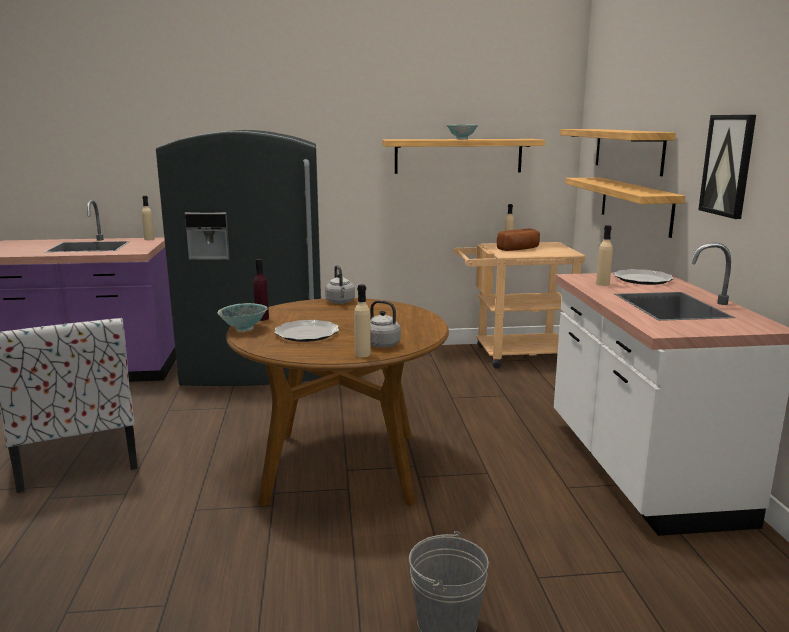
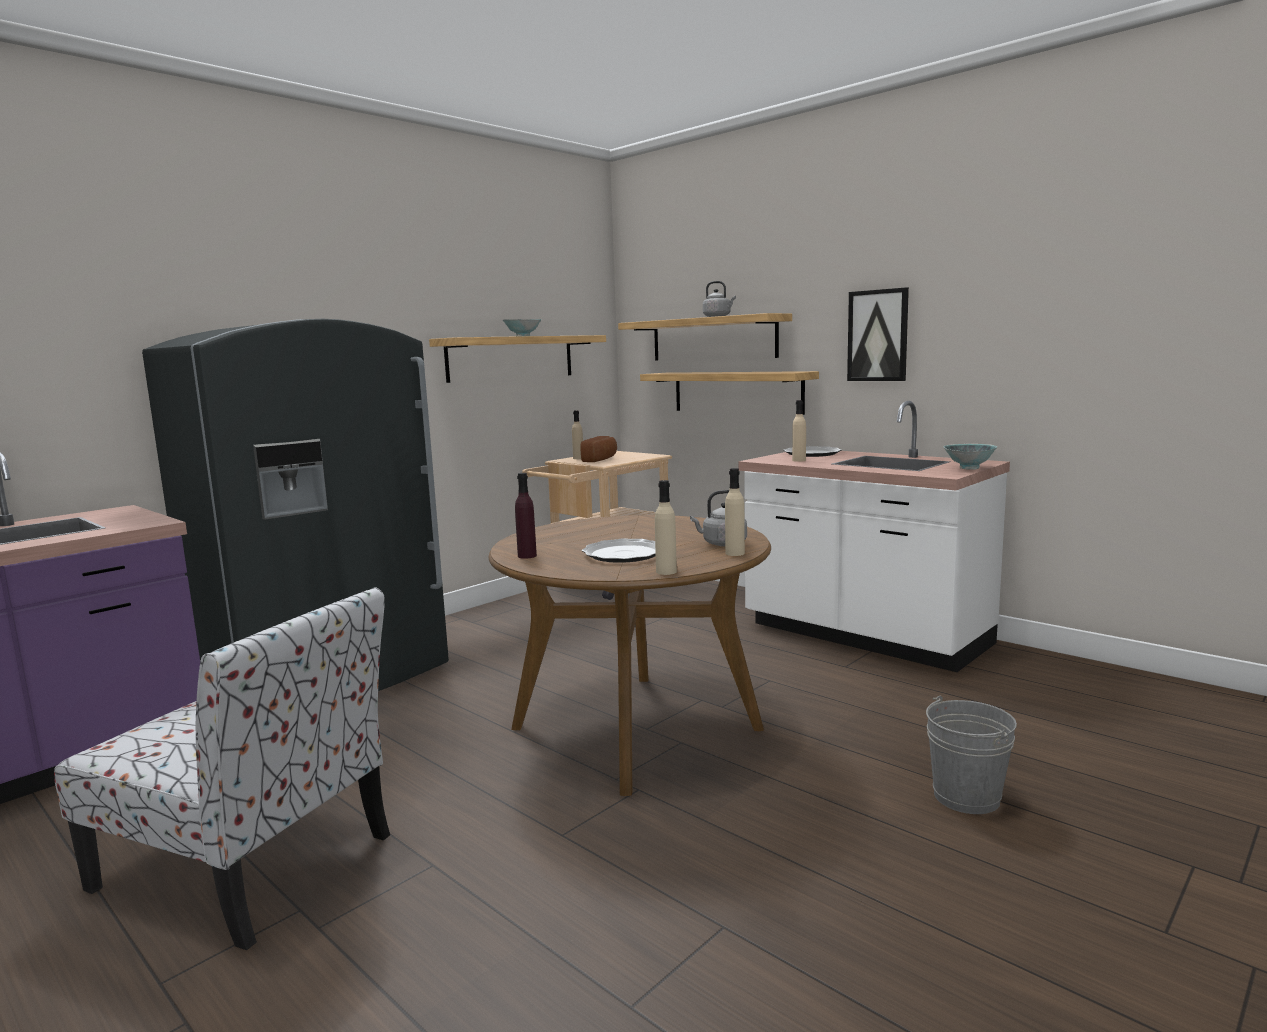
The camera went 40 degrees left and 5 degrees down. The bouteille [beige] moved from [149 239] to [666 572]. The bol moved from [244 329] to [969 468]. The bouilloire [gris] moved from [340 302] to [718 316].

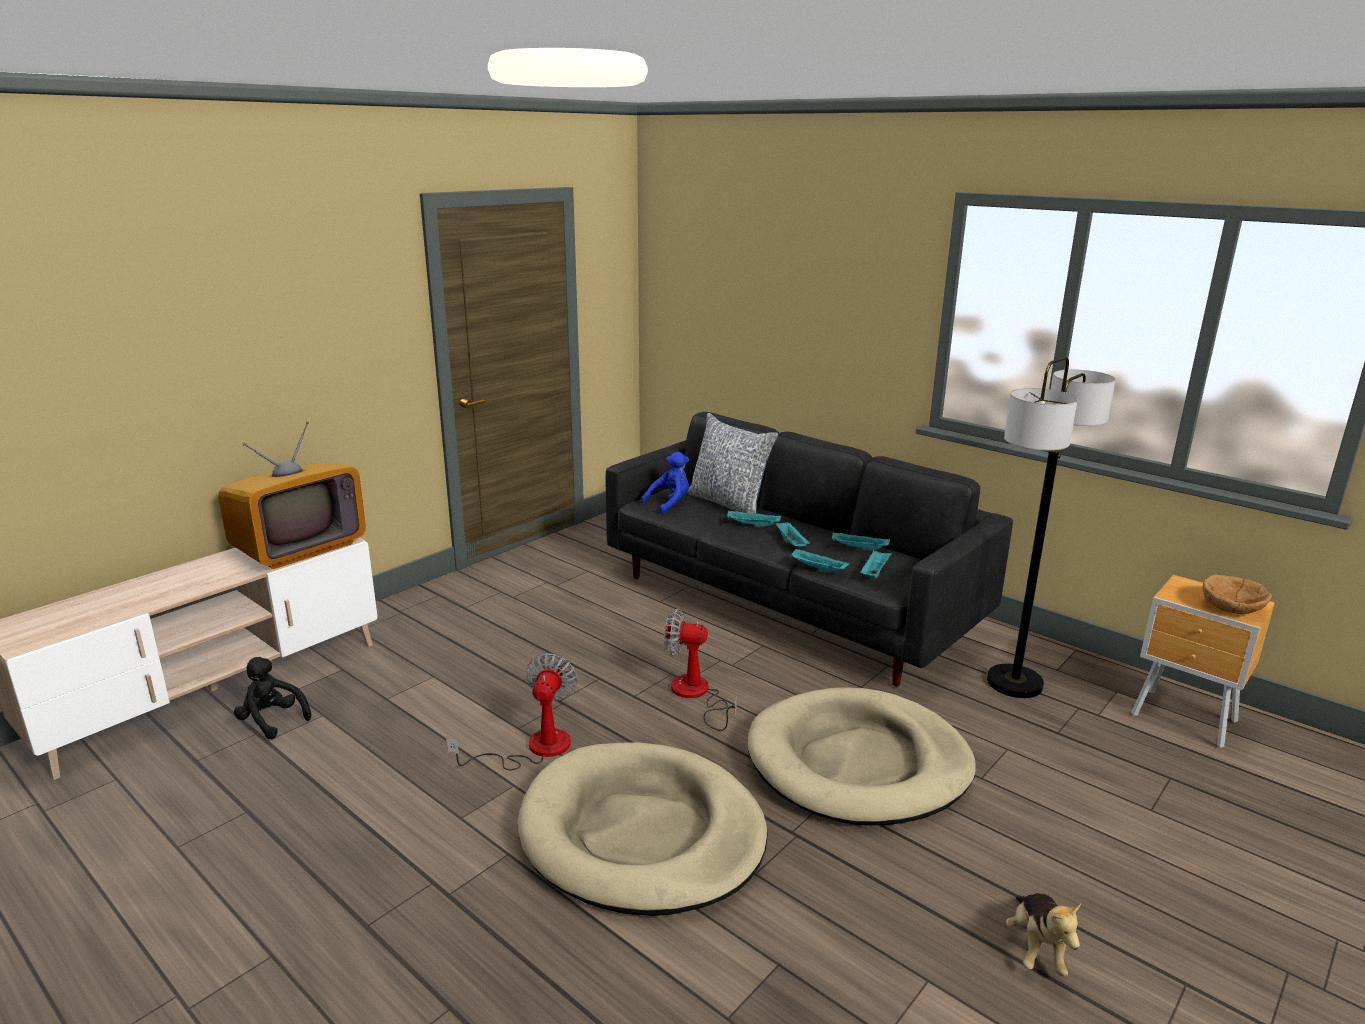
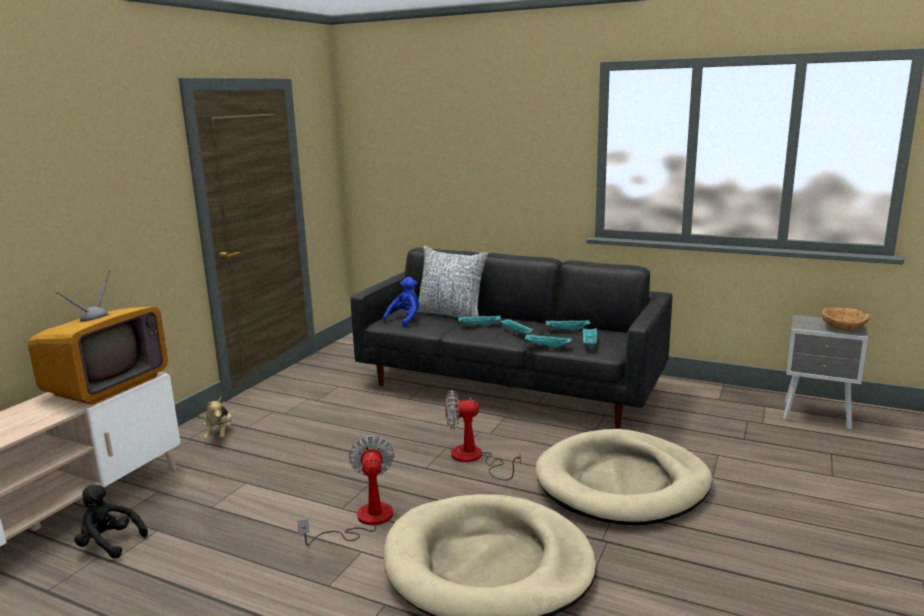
The camera went 15 degrees left and 5 degrees down. The lampadaire at [1015 683] disappeared. The peluche moved from [1036 948] to [220 434]. The table de chevet [marron] at [1185 720] became the table de chevet [gris] at [818 416].

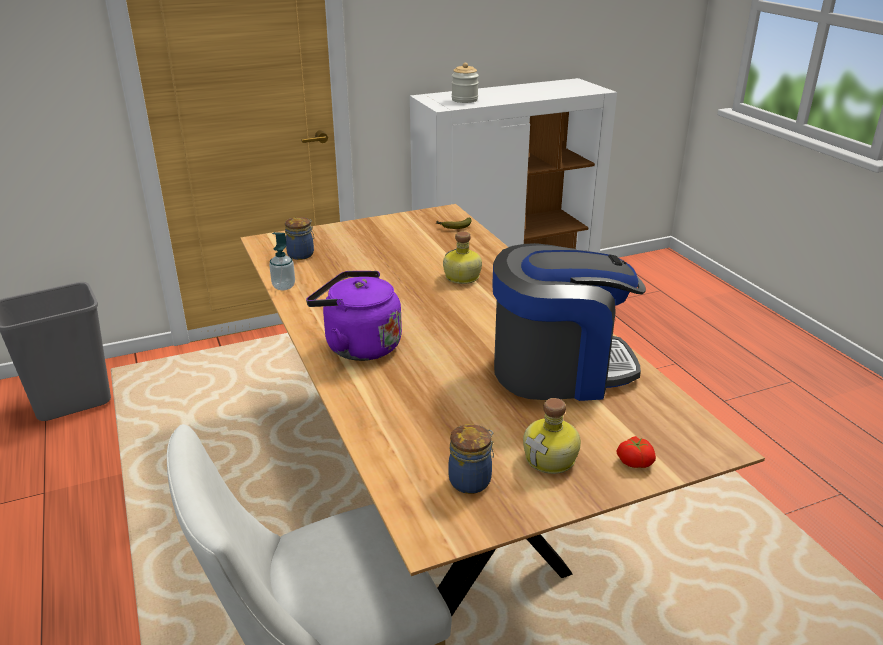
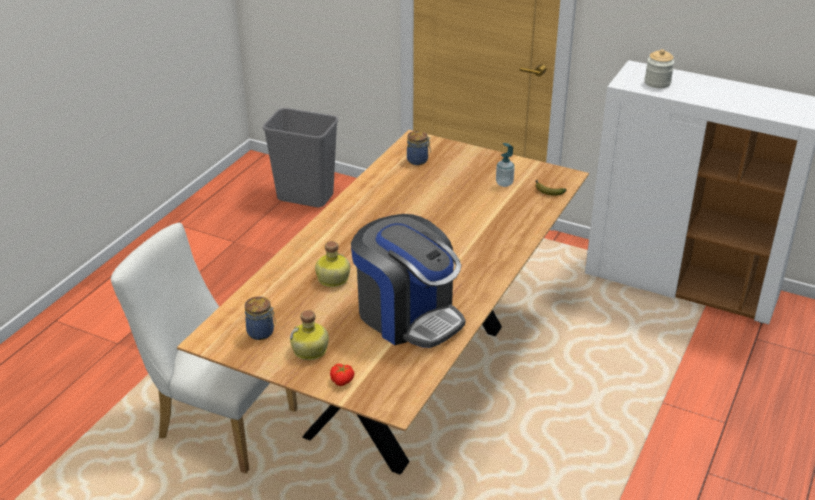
The camera went 50 degrees right and 5 degrees up. The distributeur de savon moved from [284 286] to [504 183]. The bouilloire [violet] at [358 346] disappeared. The bouteille moved from [462 277] to [332 279].

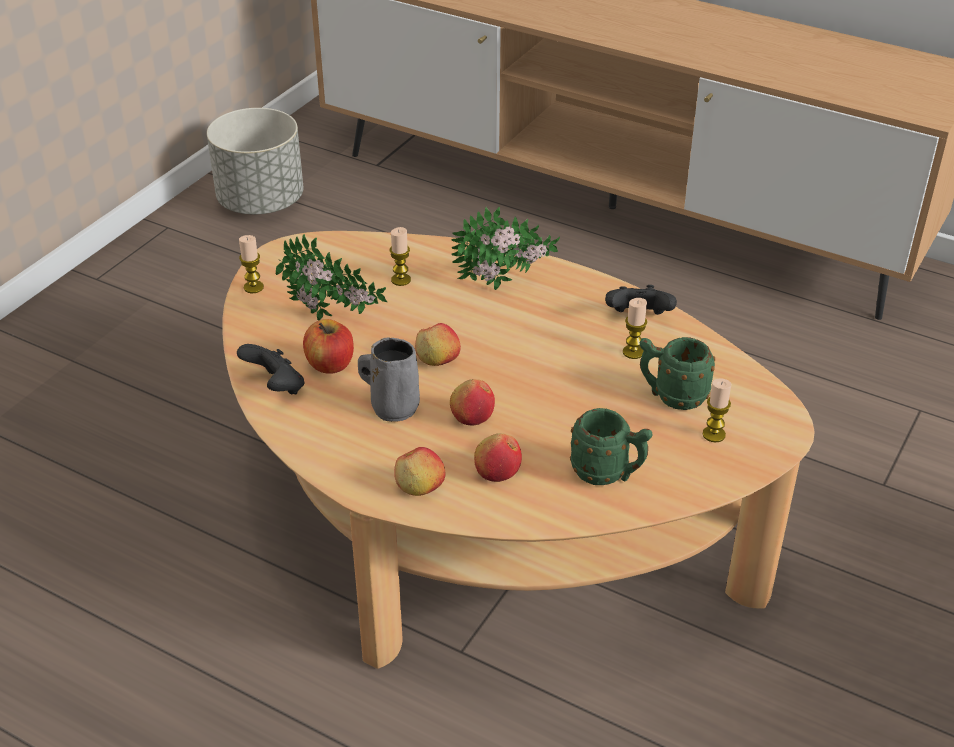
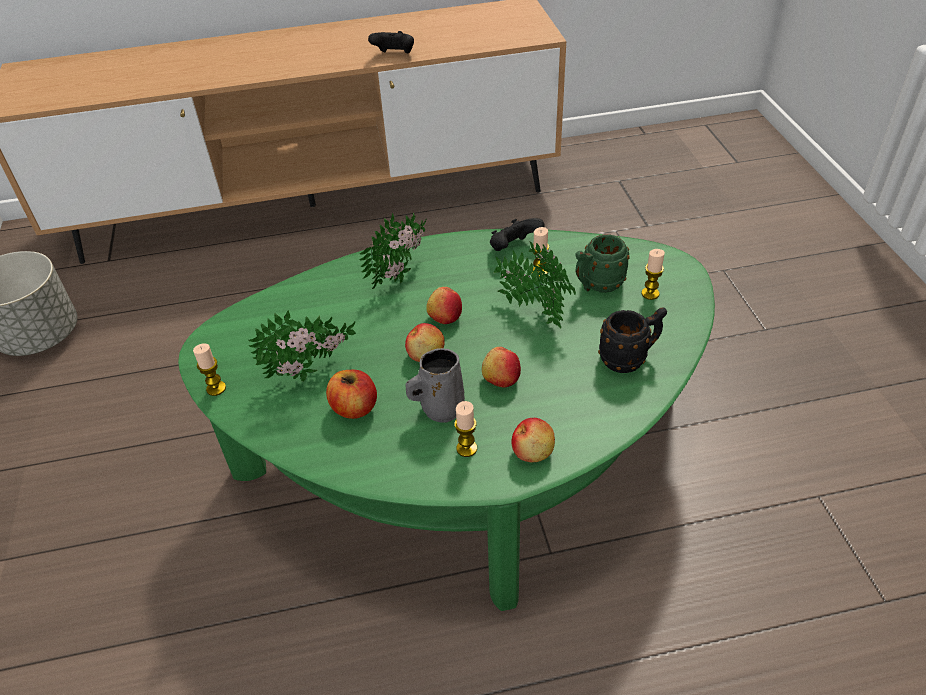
The camera went 40 degrees left and 5 degrees up. The table basse [beige] at [482 524] became the table basse [vert] at [467 460]. The manette [noir] moved from [276 387] to [394 55]. The bougie moved from [401 280] to [466 448]. The pomme moved from [497 472] to [445 317]. The mug [vert] at [608 474] became the mug [noir] at [629 359]. The plante en pot at [533 310] appeared.

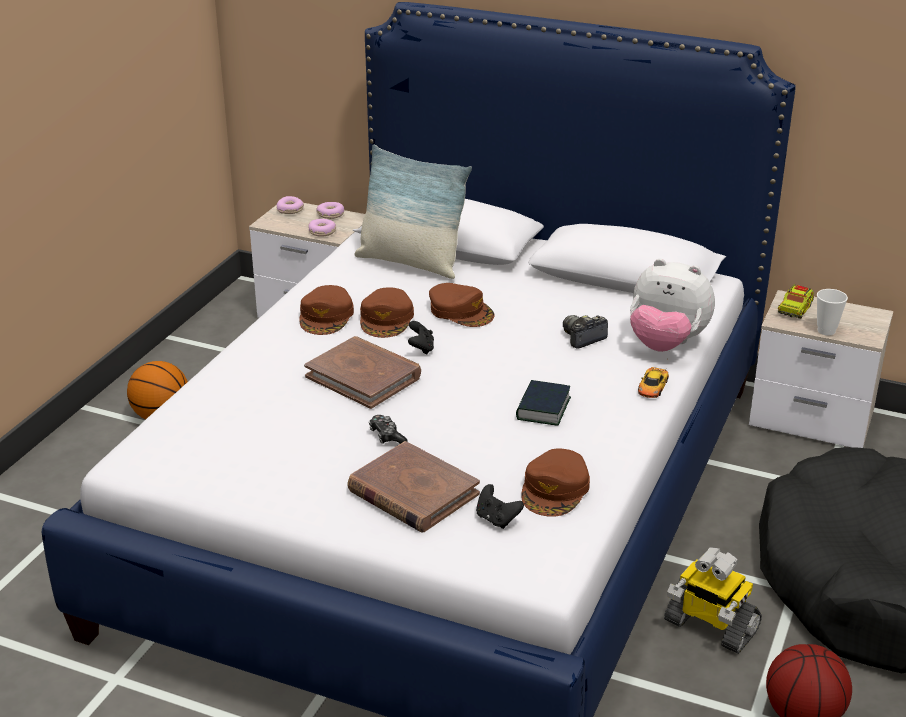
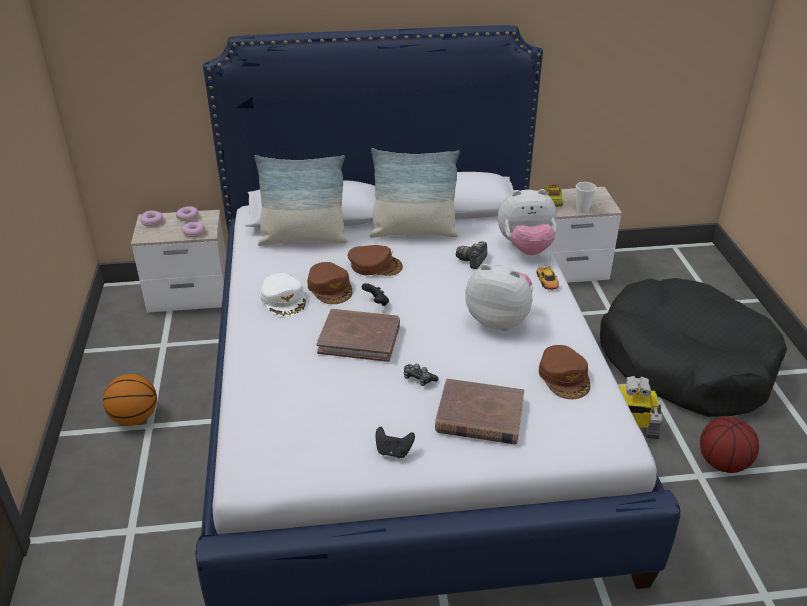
The camera went 30 degrees left and 5 degrees up. The casquette [marron] at [326 317] became the casquette [blanc] at [284 299]. The manette [noir] moved from [497 519] to [393 451]. The livre at [543 408] was replaced by the peluche at [499 320]. The coussin at [413 232] appeared.

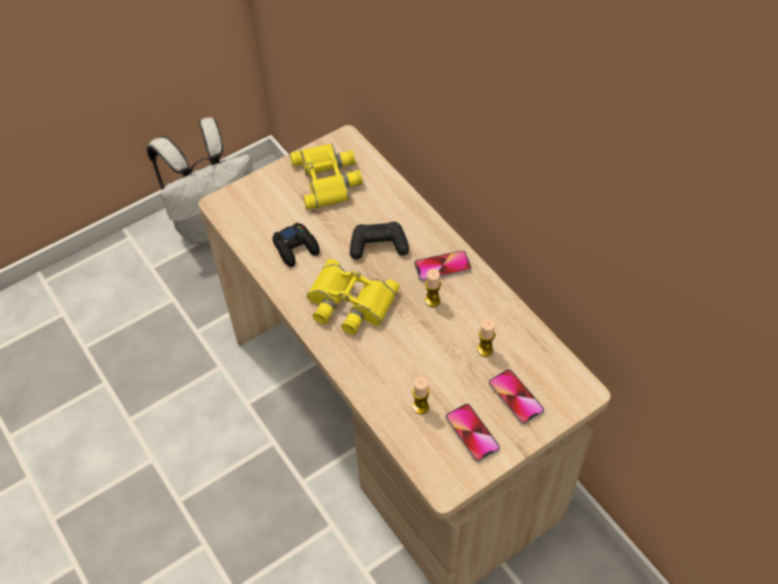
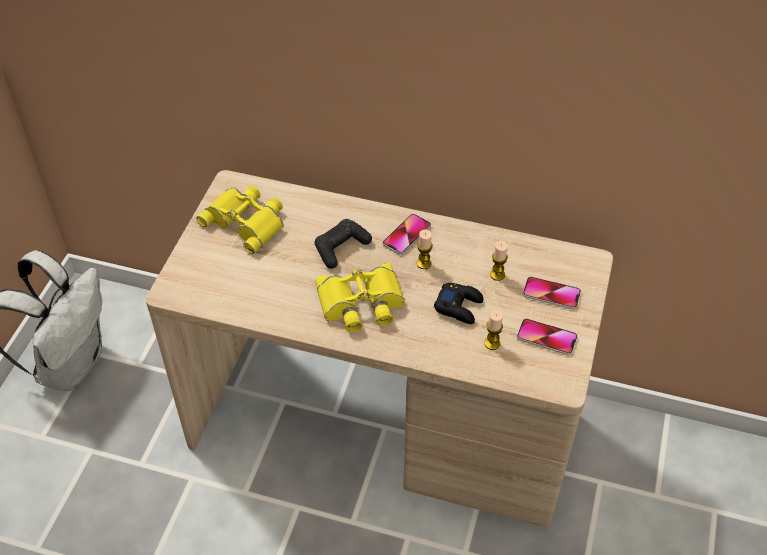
The camera went 40 degrees left and 5 degrees down. The manette [noir] moved from [296 248] to [459 306].

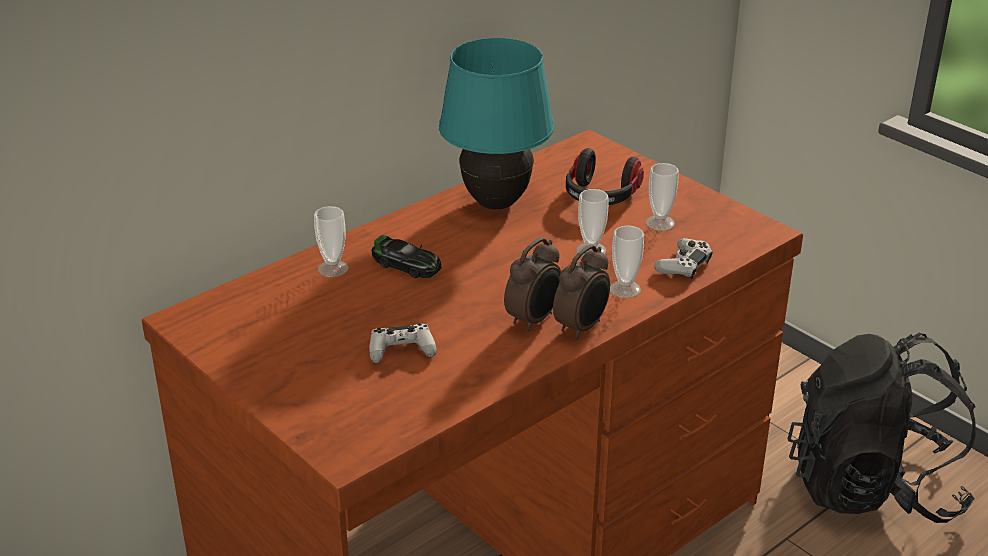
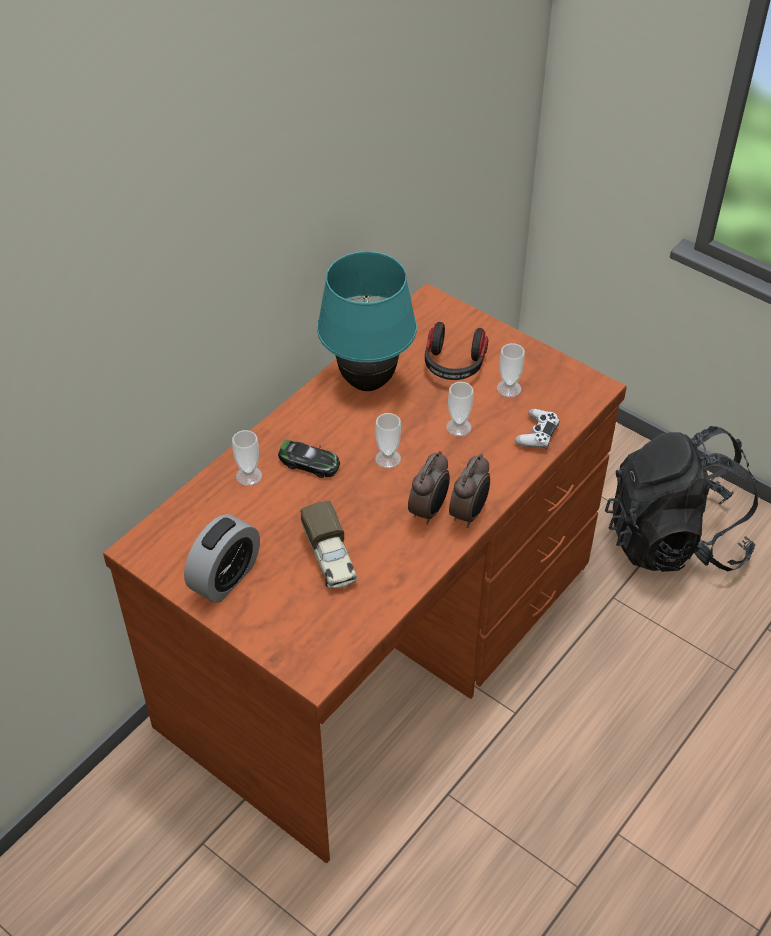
The camera went 10 degrees left and 15 degrees up. The manette [blanc] at [402 350] was replaced by the camion jouet at [330 558]. The tasse moved from [625 289] to [388 458]. The réveil at [225 578] appeared.

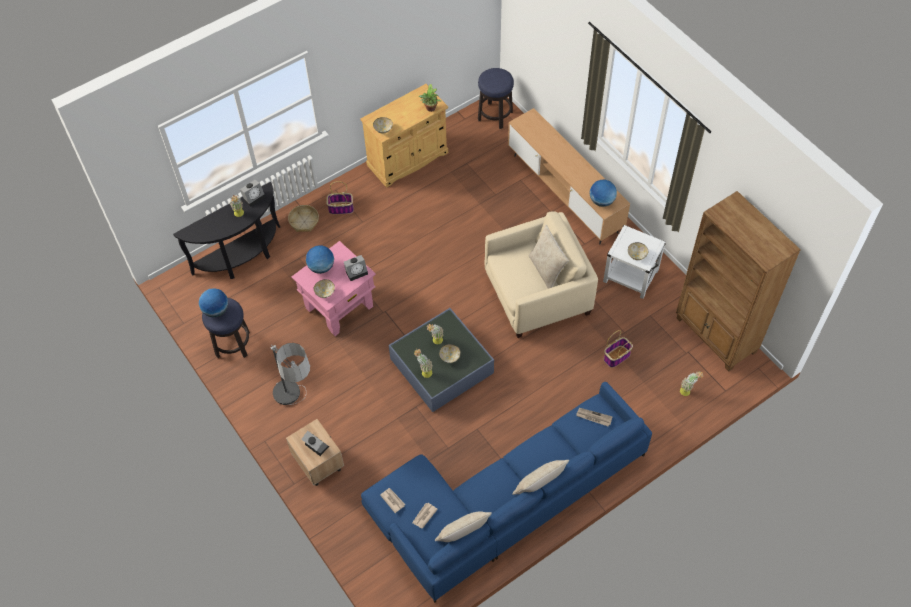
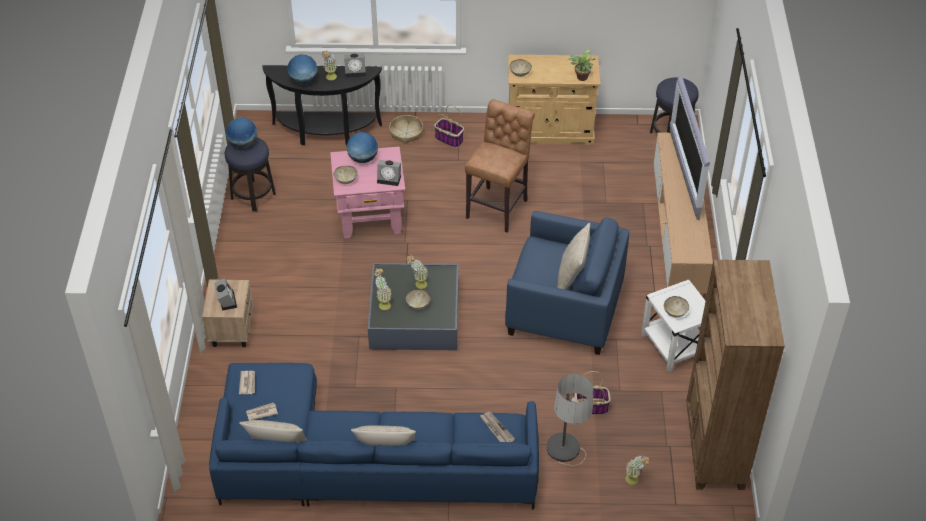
The camera went 35 degrees right and 10 degrees down. The lampadaire moved from [299 409] to [565 472]. The fauteuil [beige] at [537 294] became the fauteuil [bleu] at [564 308]. The globe moved from [601 201] to [303 81]. The tabouret [marron] at [498 207] appeared. The téléviseur at [683 176] appeared.

